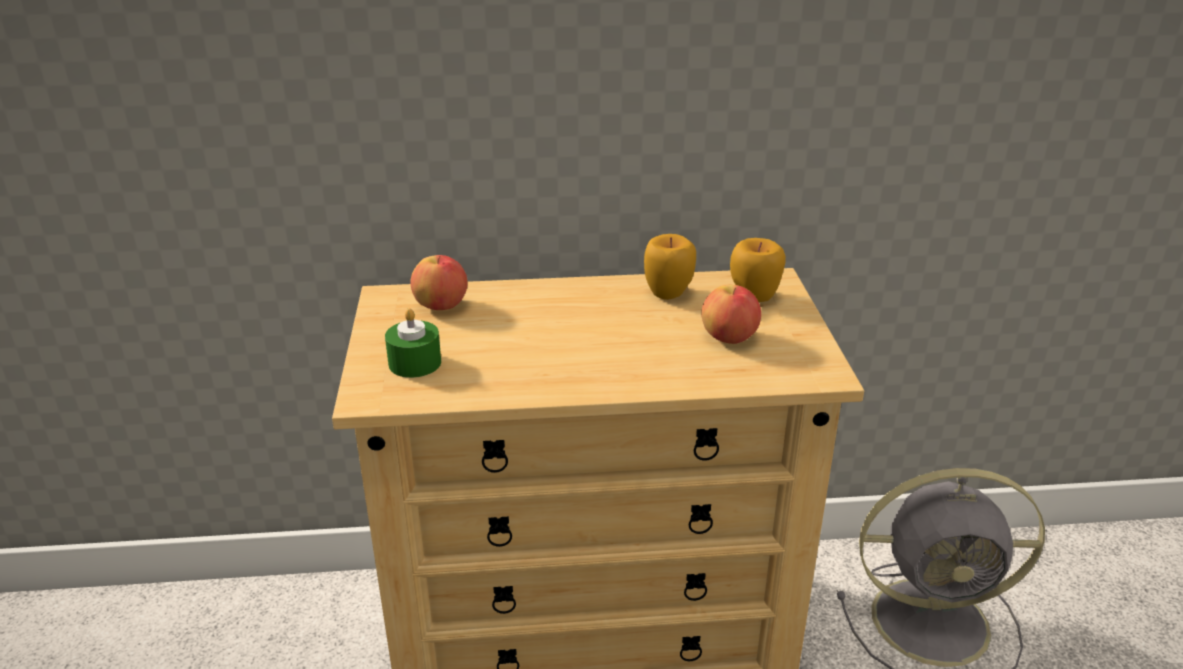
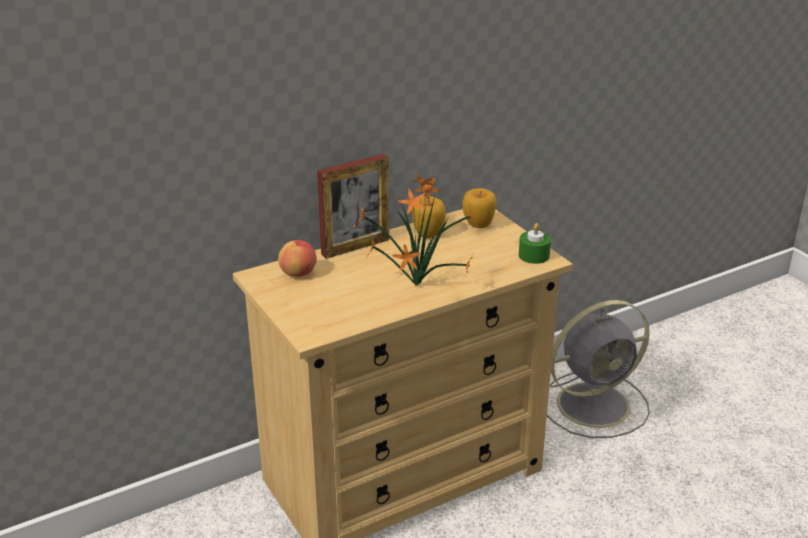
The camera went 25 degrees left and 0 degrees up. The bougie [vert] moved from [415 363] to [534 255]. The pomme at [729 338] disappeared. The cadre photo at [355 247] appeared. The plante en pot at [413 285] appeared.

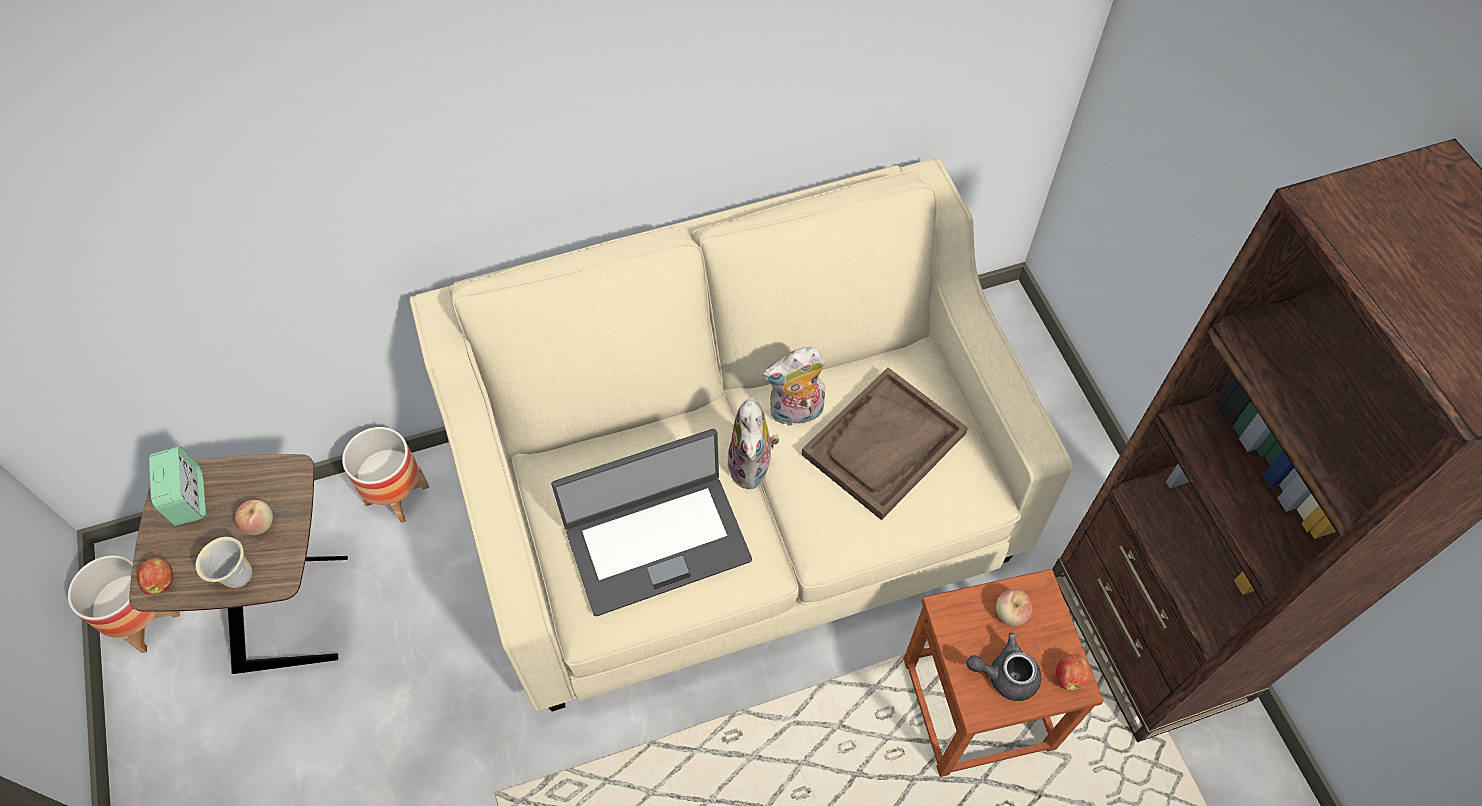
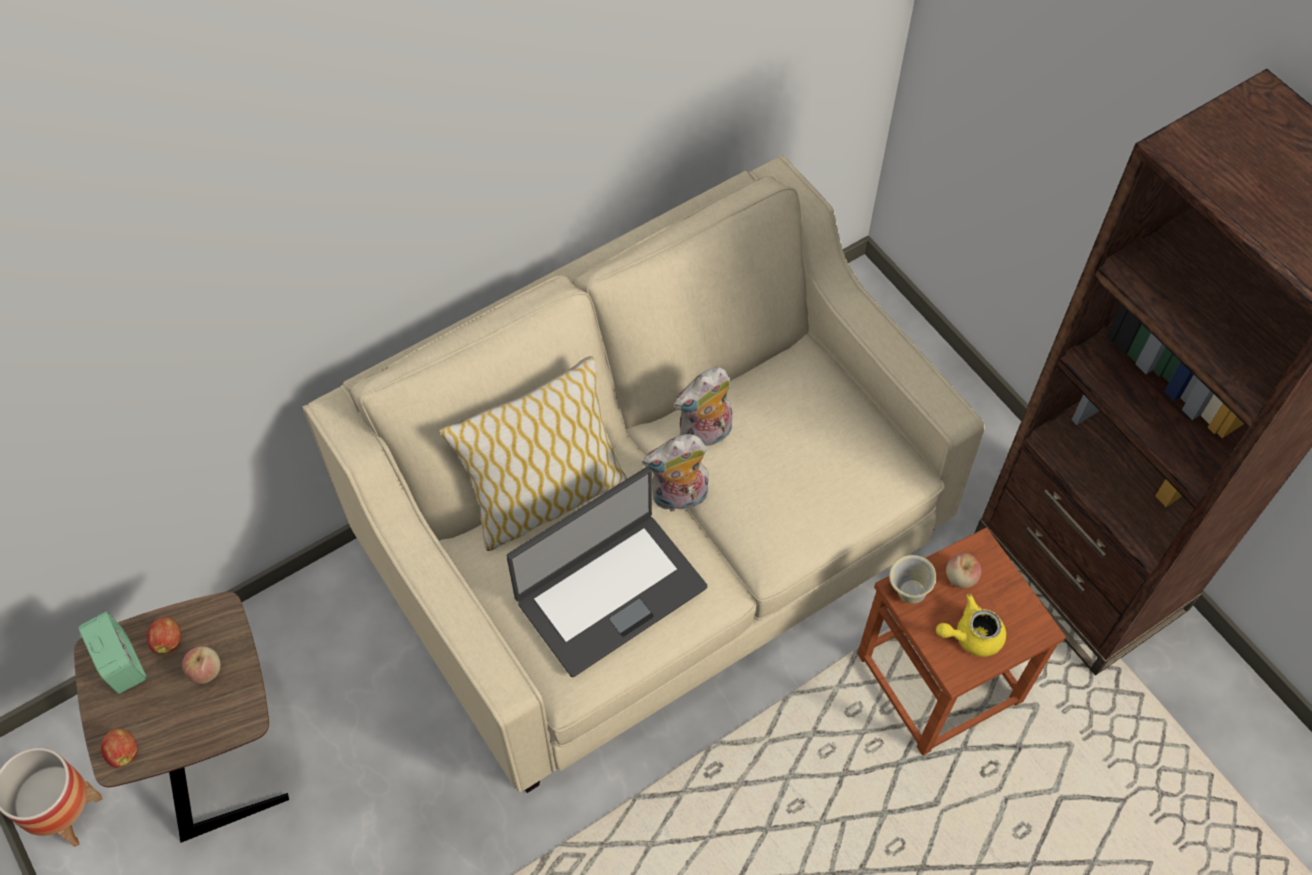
The camera went 15 degrees left and 0 degrees up. The mug [beige] moved from [236 576] to [906 594]. The cache-pot at [397 494] disappeared. The peluche at [752 467] turned 90 degrees clockwise. The plateau [marron] at [884 445] disappeared. The théière [gris] at [1004 675] became the théière [jaune] at [971 635]. The pomme moved from [1069 677] to [168 641]. The coussin at [545 498] appeared.

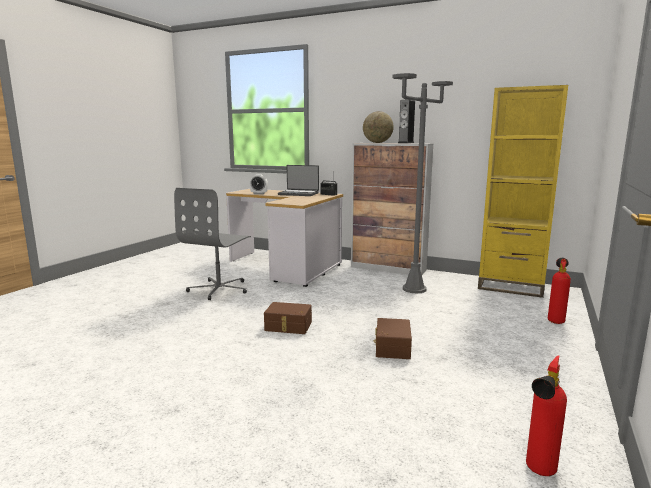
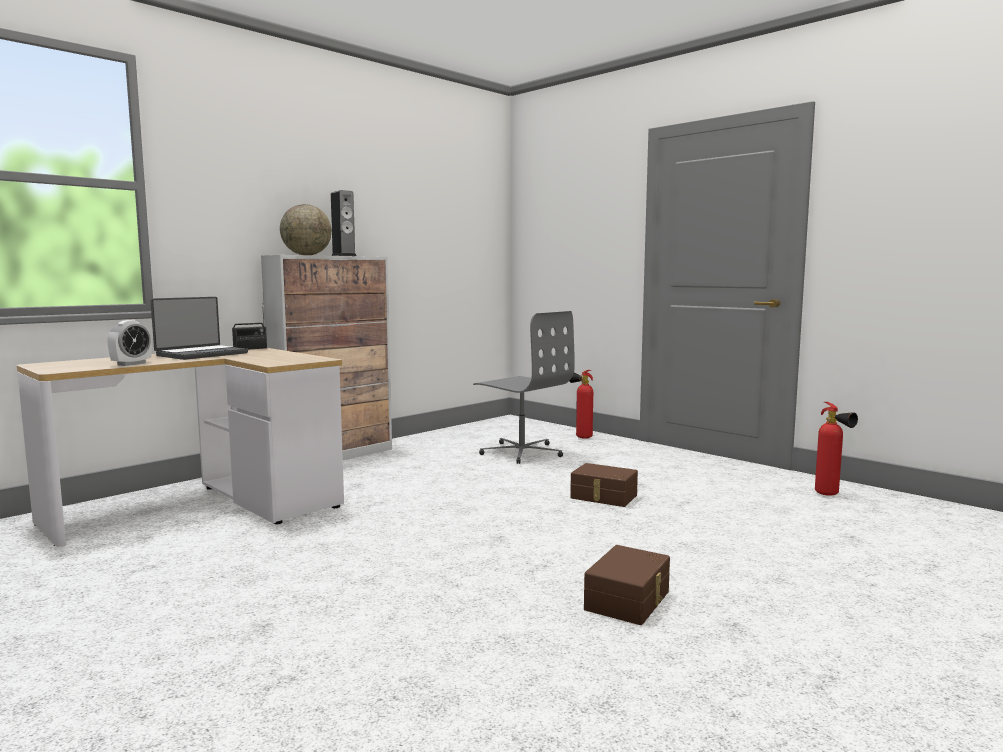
The camera went 70 degrees left and 5 degrees down. The chaise de bureau [gris] moved from [219 289] to [521 452]. The boîte de rangement [marron] moved from [288 327] to [629 601]. The lampadaire [gris] at [414 289] disappeared. The bibliothèque [jaune] at [510 287] disappeared.

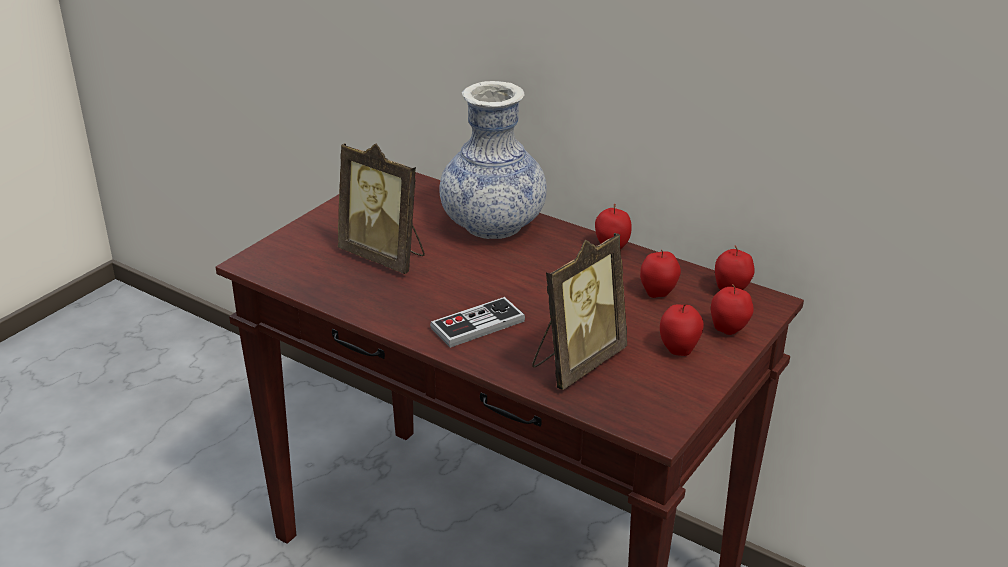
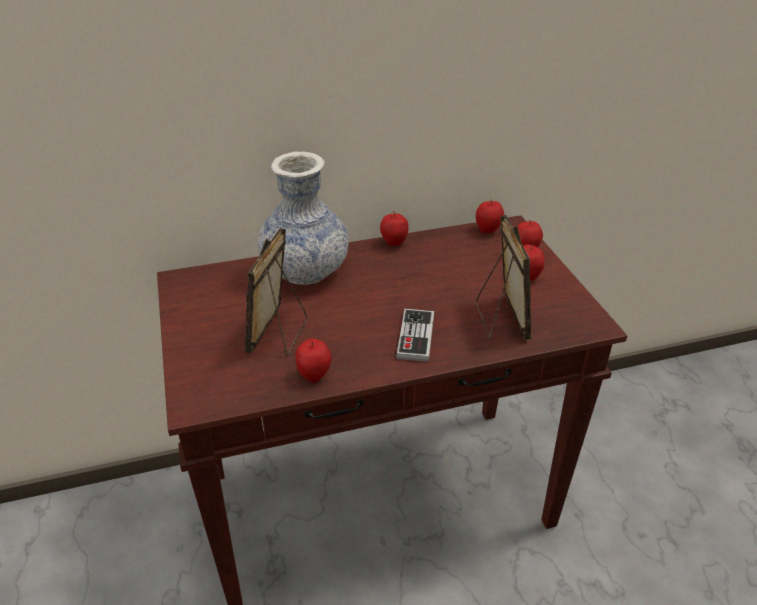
The camera went 50 degrees left and 5 degrees up. The cadre photo at [385 256] turned 120 degrees clockwise. The pomme moved from [658 293] to [314 376].

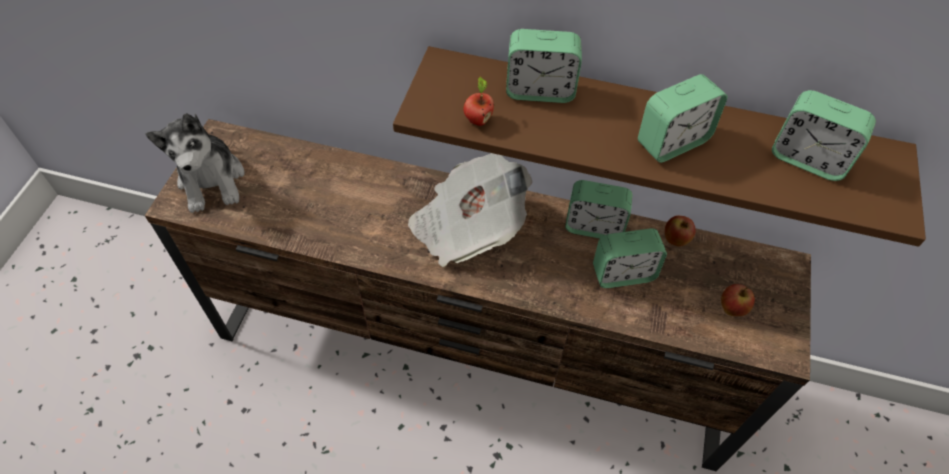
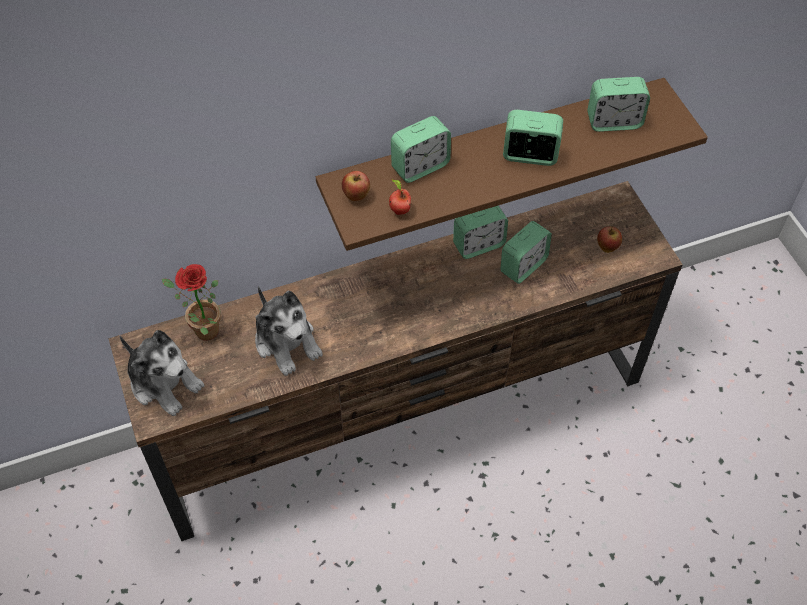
The camera went 35 degrees left and 0 degrees up. The journal at [467 227] disappeared. The réveil at [672 142] turned 105 degrees counterclockwise. The pomme moved from [675 240] to [356 196]. The plante en pot at [201 330] appeared. The peluche at [287 342] appeared.

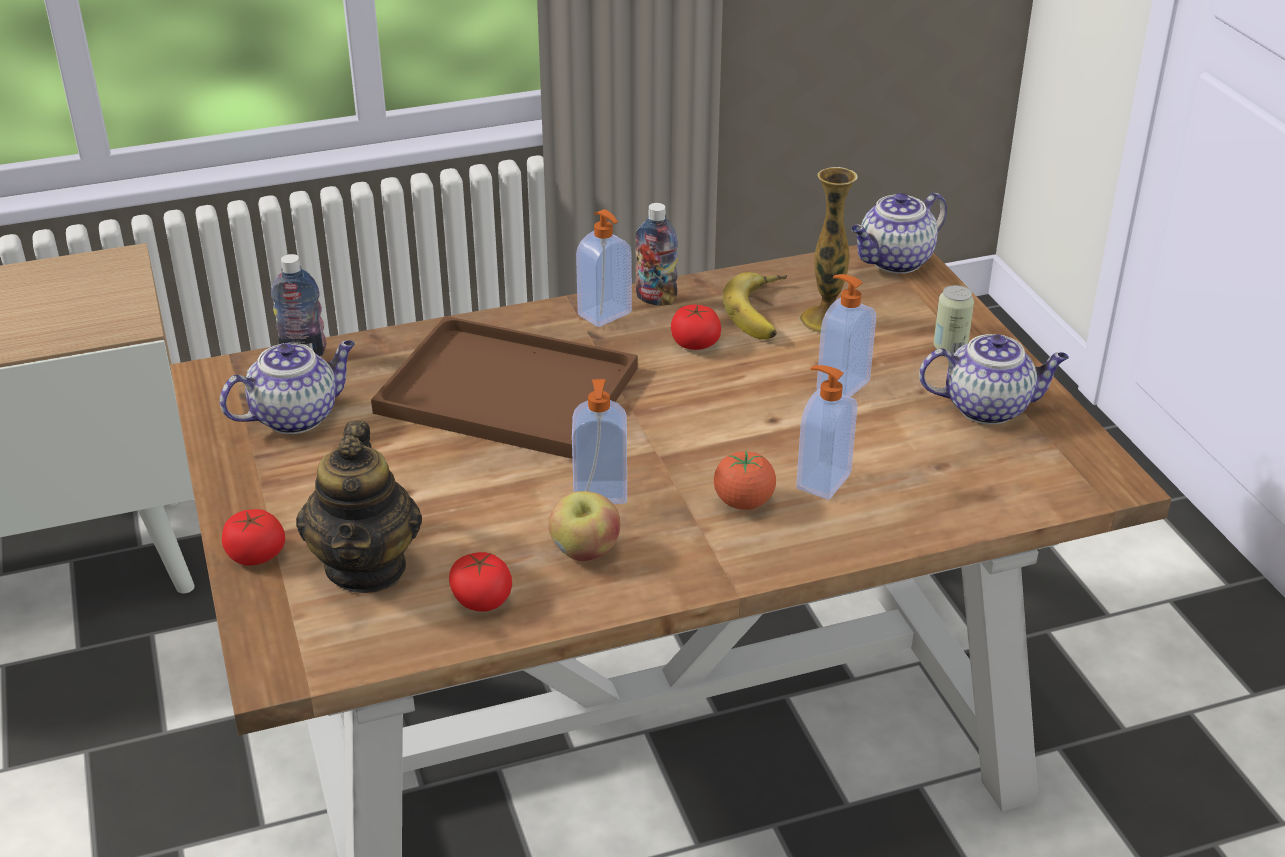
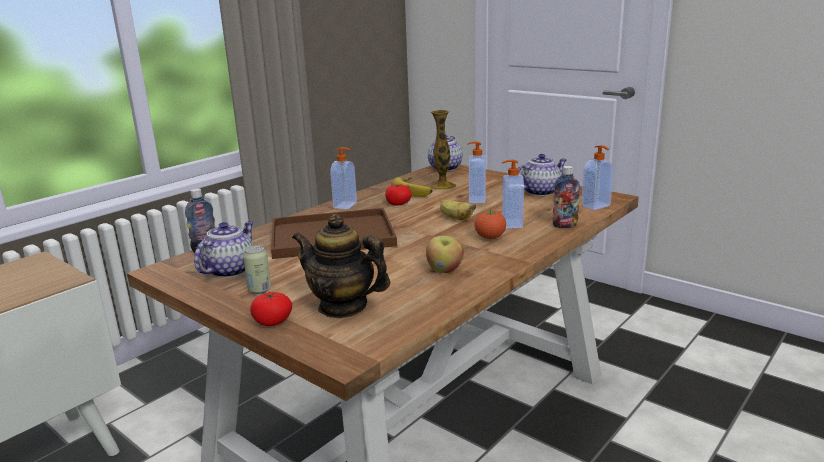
The camera went 30 degrees left and 15 degrees down. The théière at [367 567] turned 150 degrees clockwise. The tomate at [482 599] disappeared. The distributeur de savon moved from [600 494] to [596 206]. The bouteille moved from [656 299] to [564 225]. The boîte métallique moved from [950 348] to [259 290]. The banane at [455 218] appeared.

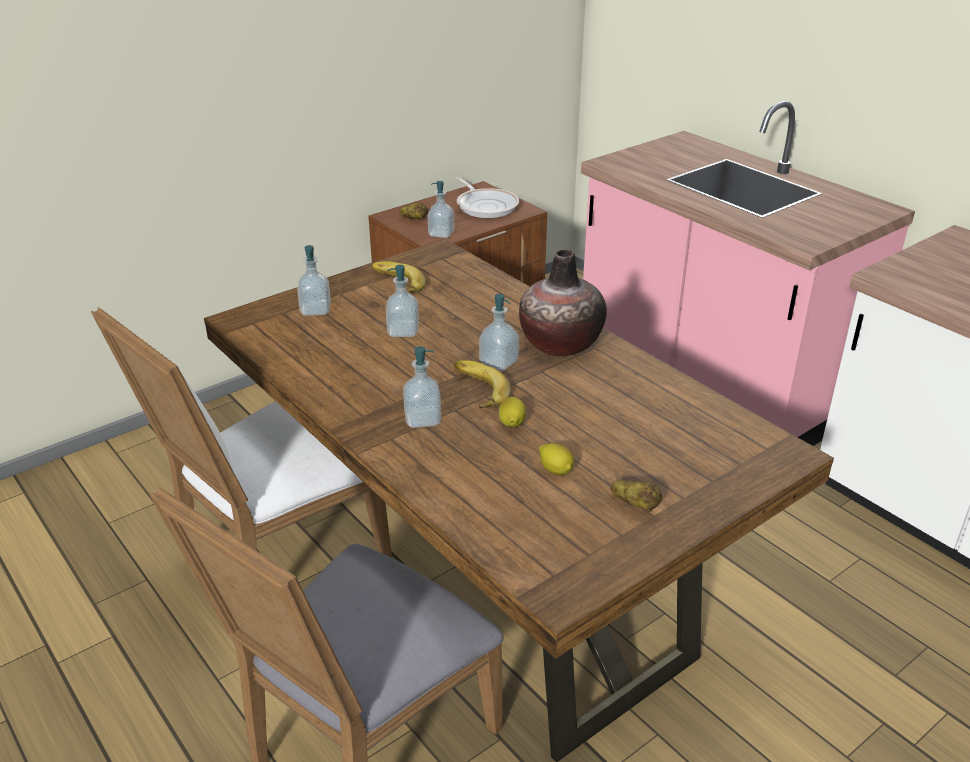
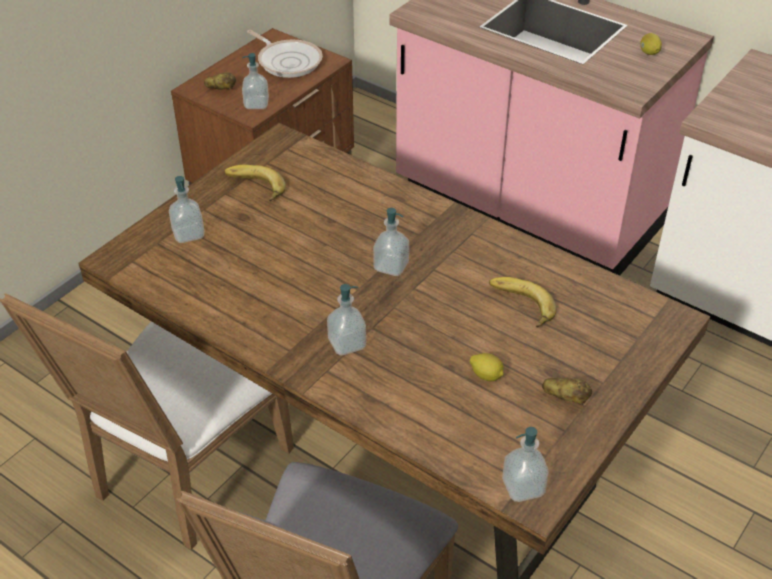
The camera went 15 degrees left and 10 degrees up. The distributeur de savon moved from [403 331] to [523 487]. The banane moved from [476 389] to [519 305]. The citron moved from [511 424] to [649 53]. The vase at [560 343] disappeared.

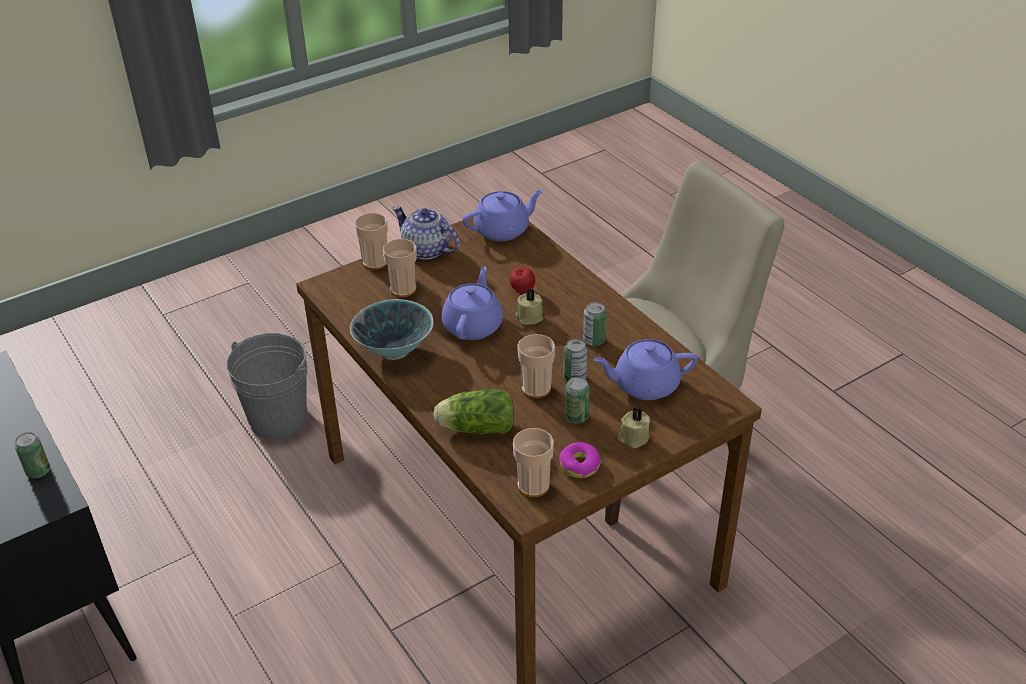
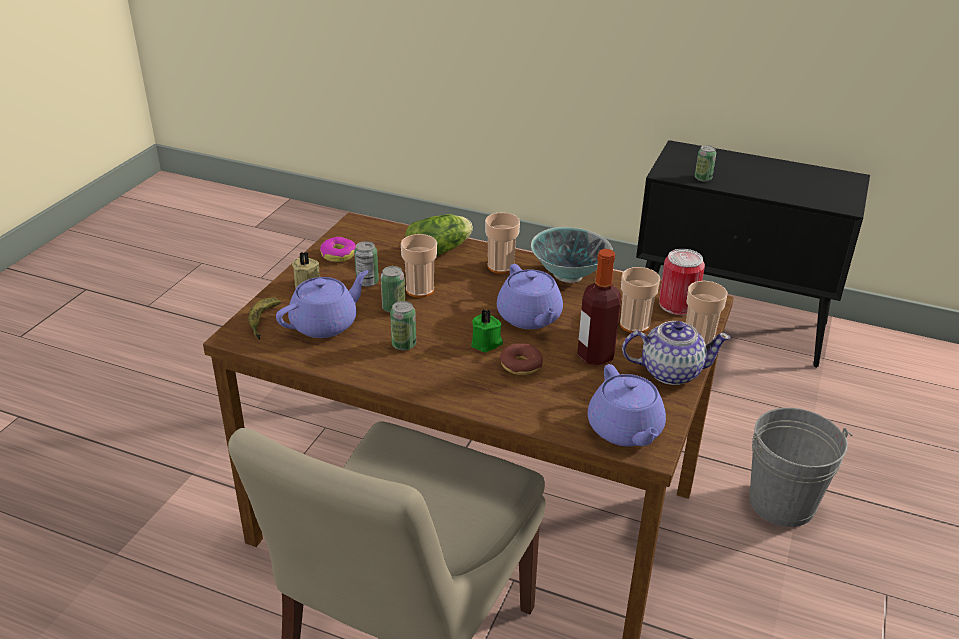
The camera went 145 degrees right and 5 degrees down. The théière [violet] at [503 230] turned 45 degrees counterclockwise. The pomme at [522 292] was replaced by the beignet at [521 365]. The tasse moved from [533 485] to [501 266]. The bougie [beige] at [529 317] became the bougie [vert] at [487 343]. The banane at [263 322] appeared. The bouteille at [595 355] appeared. The boîte métallique at [677 304] appeared.

